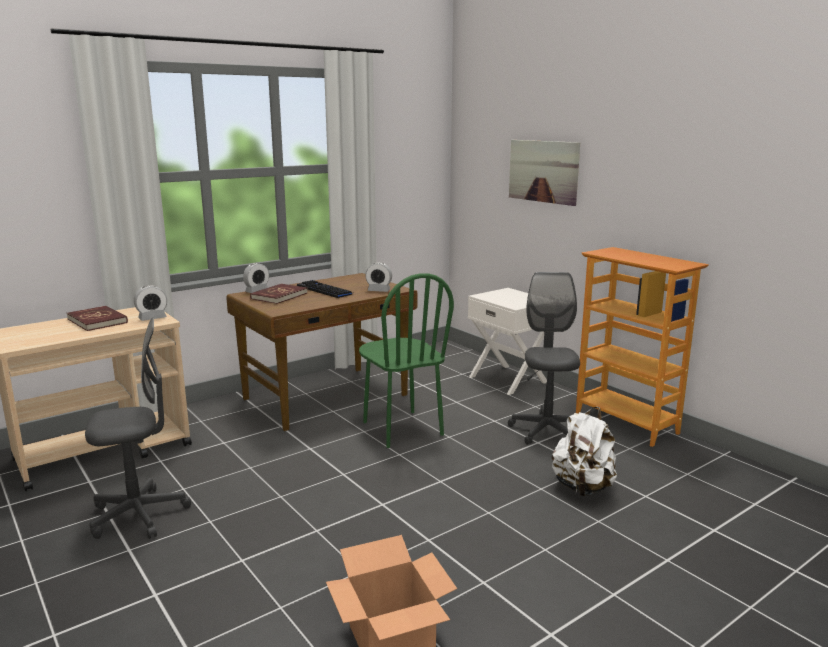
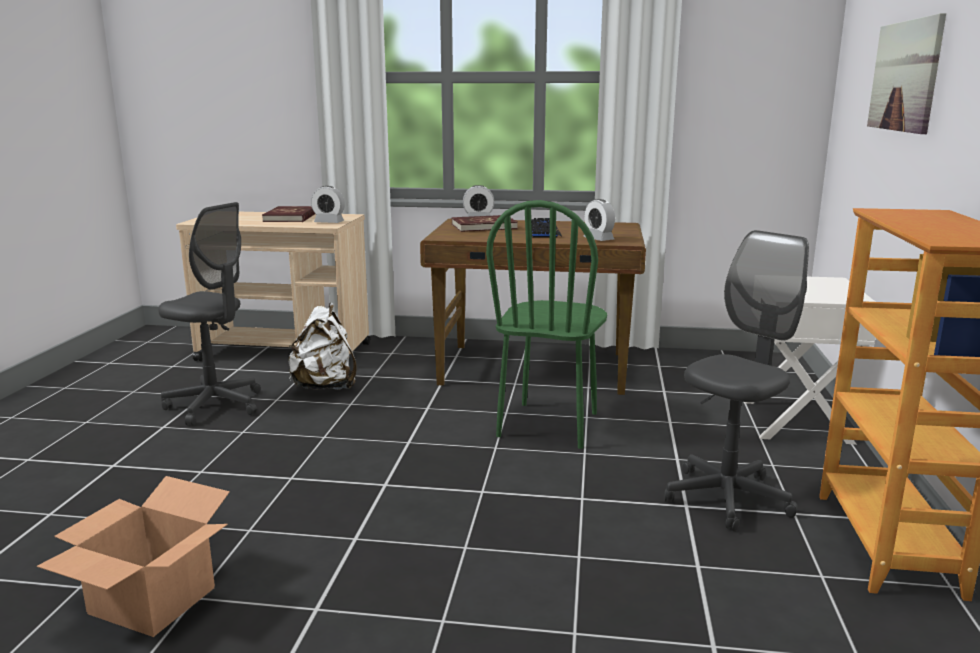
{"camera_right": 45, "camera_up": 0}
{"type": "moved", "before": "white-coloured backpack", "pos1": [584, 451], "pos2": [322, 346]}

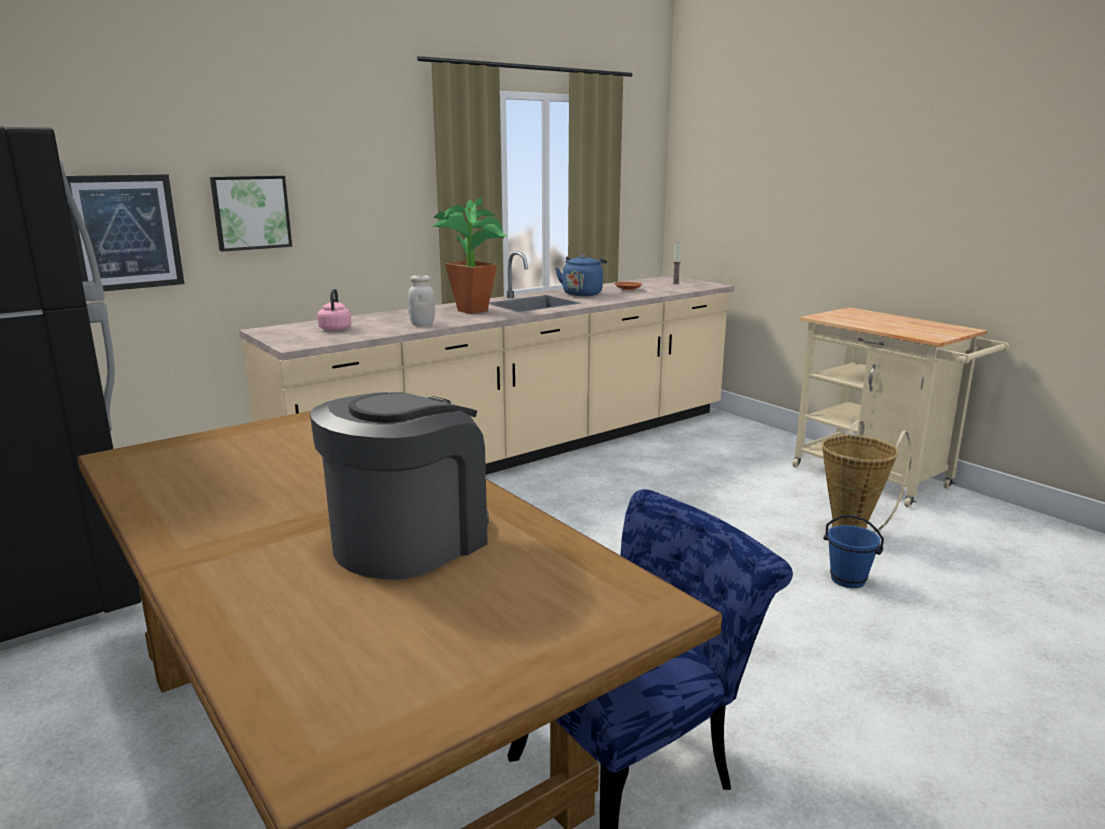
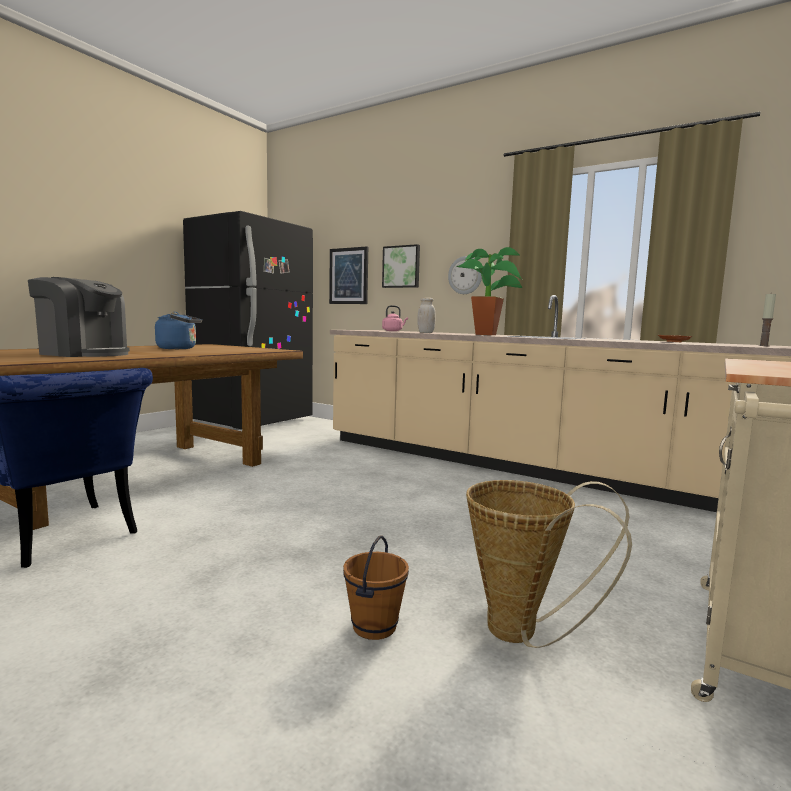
{"camera_right": 70, "camera_up": -10}
{"type": "added", "after": "clock on the wall", "pos2": [465, 275]}
{"type": "moved", "before": "bluish kettle", "pos1": [581, 275], "pos2": [178, 330]}
{"type": "recoloured", "before": "bluish water bucket", "after": "brownish water bucket", "pos1": [854, 551], "pos2": [376, 587]}

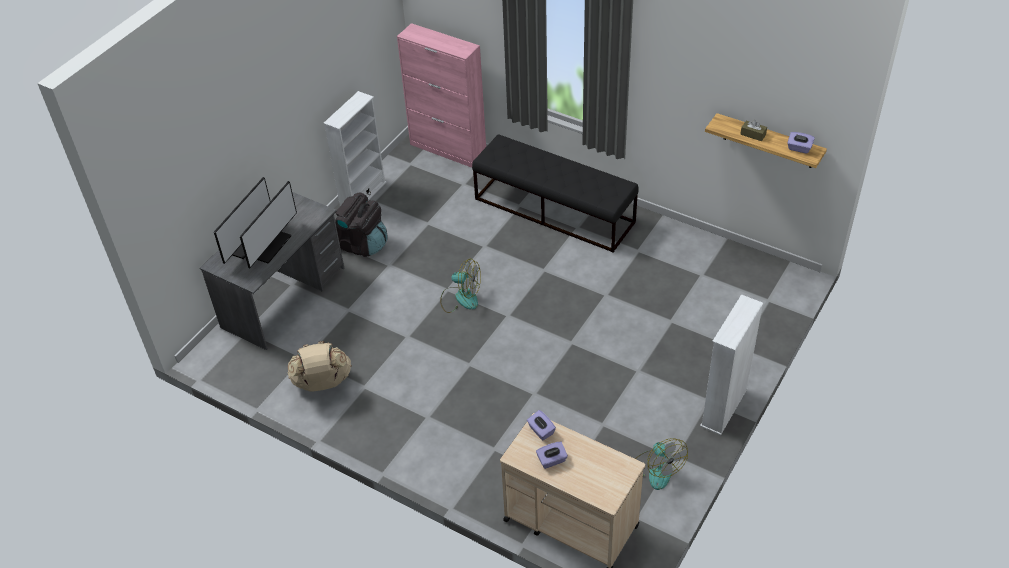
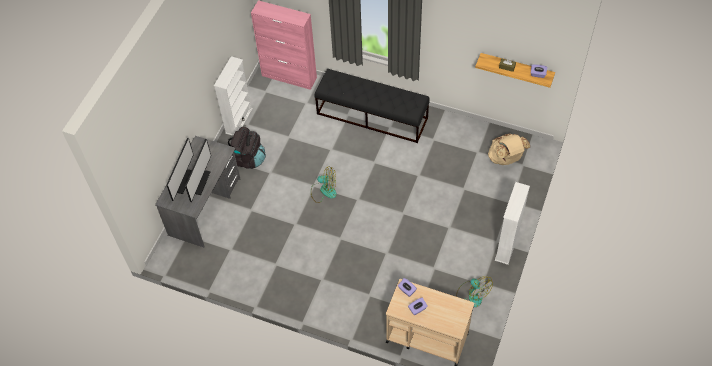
{"camera_right": -10, "camera_up": 10}
{"type": "moved", "before": "beige-coloured backpack", "pos1": [319, 366], "pos2": [509, 149]}

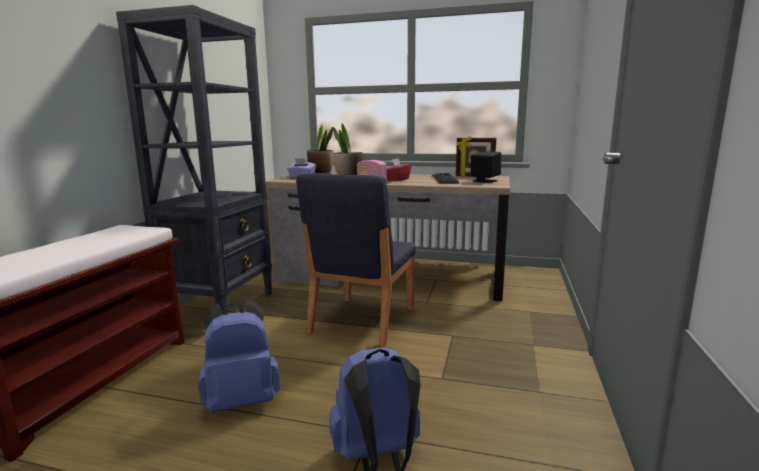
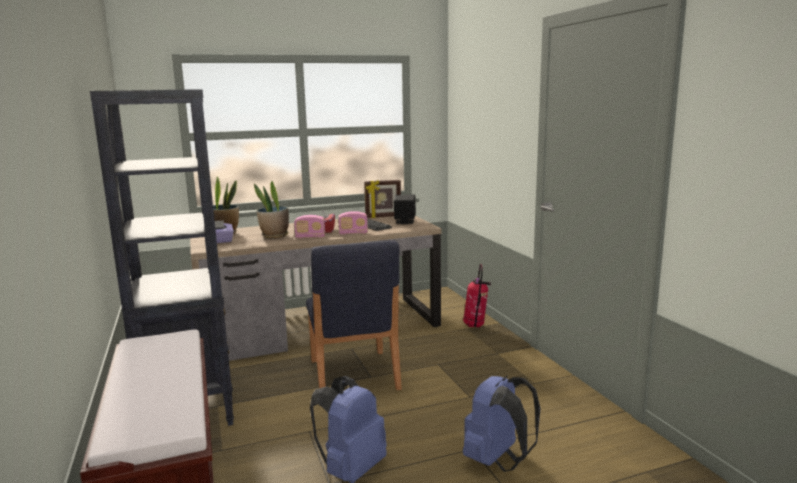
{"camera_right": -35, "camera_up": 0}
{"type": "added", "after": "radio receiver", "pos2": [353, 223]}
{"type": "added", "after": "fire extinguisher", "pos2": [477, 295]}

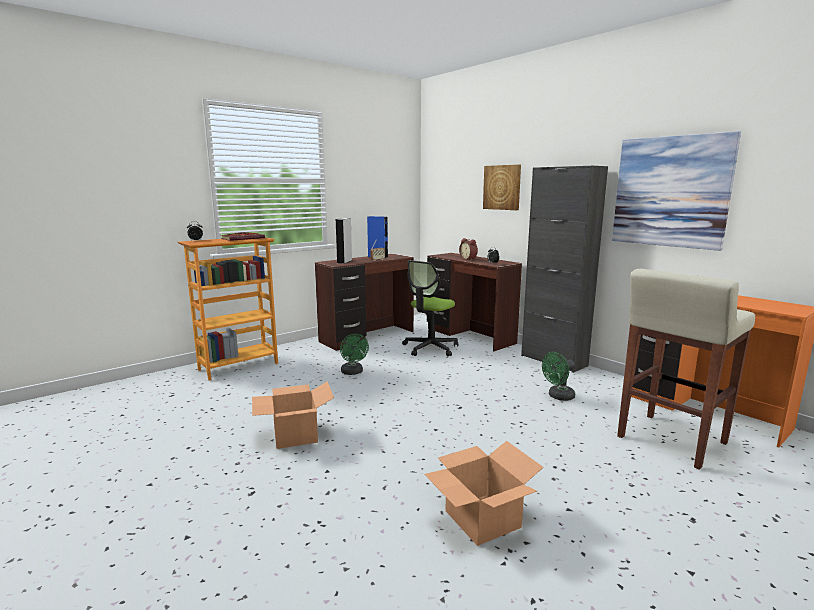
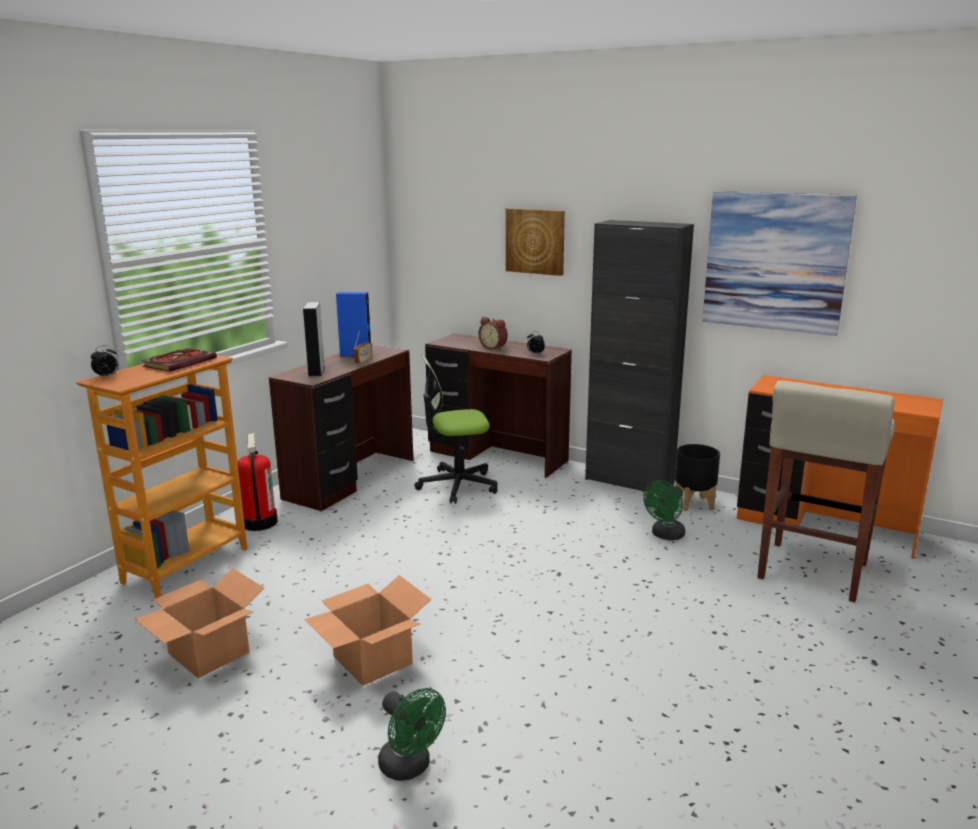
{"camera_right": -20, "camera_up": 5}
{"type": "added", "after": "fire extinguisher", "pos2": [257, 482]}
{"type": "added", "after": "black flower pot", "pos2": [697, 477]}
{"type": "moved", "before": "greenish electric fan", "pos1": [354, 354], "pos2": [412, 734]}
{"type": "moved", "before": "packing box", "pos1": [484, 493], "pos2": [199, 623]}
{"type": "turned", "before": "office chair", "pos1": [430, 308], "pos2": [456, 429], "turn": 60}

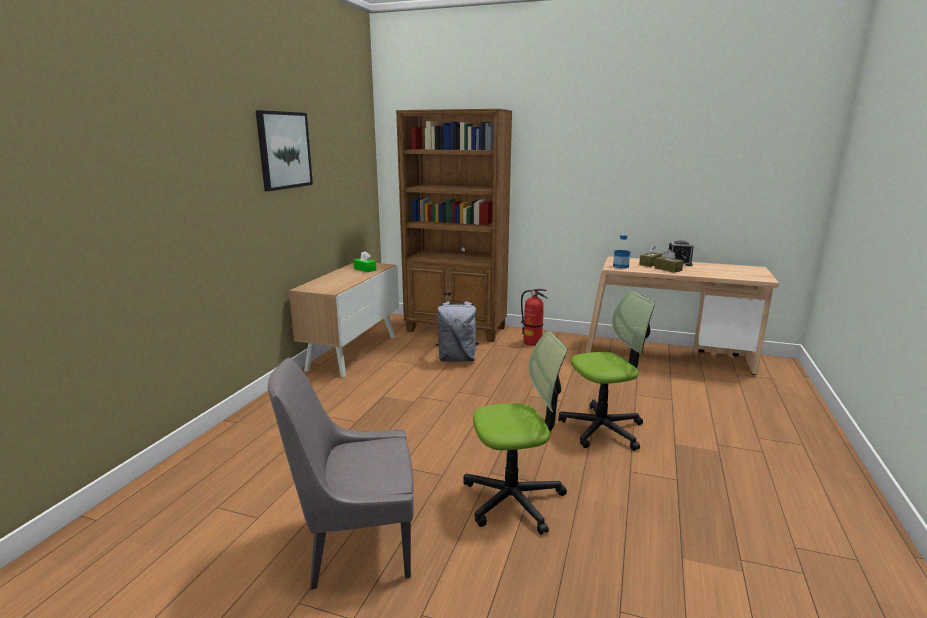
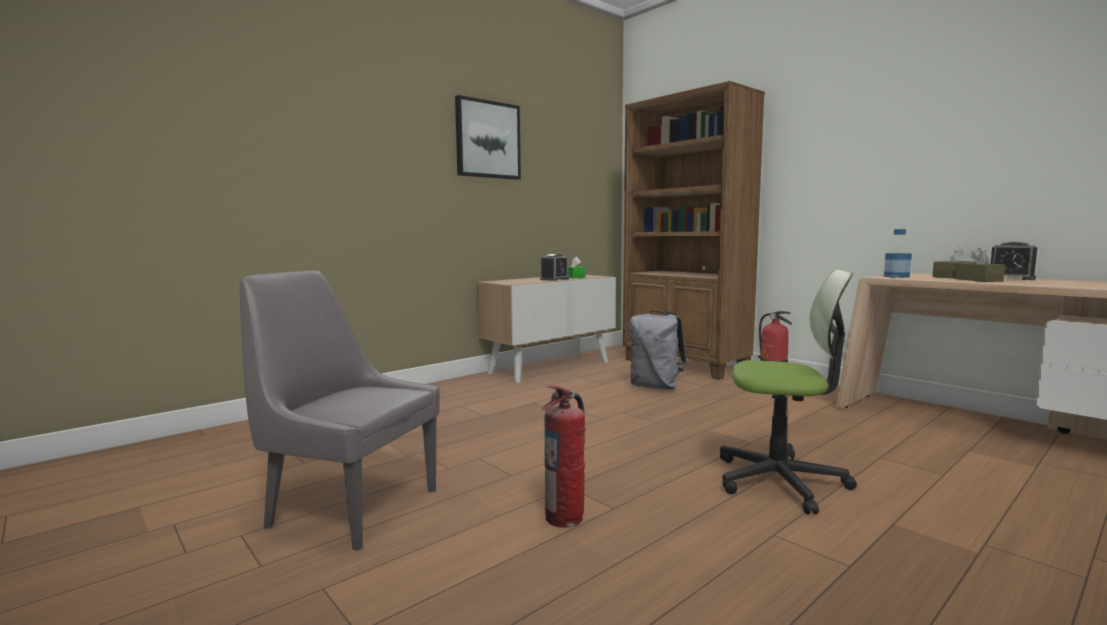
{"camera_right": 30, "camera_up": -10}
{"type": "added", "after": "alarm clock", "pos2": [554, 267]}
{"type": "replaced", "before": "office chair", "after": "fire extinguisher", "pos1": [515, 433], "pos2": [564, 456]}

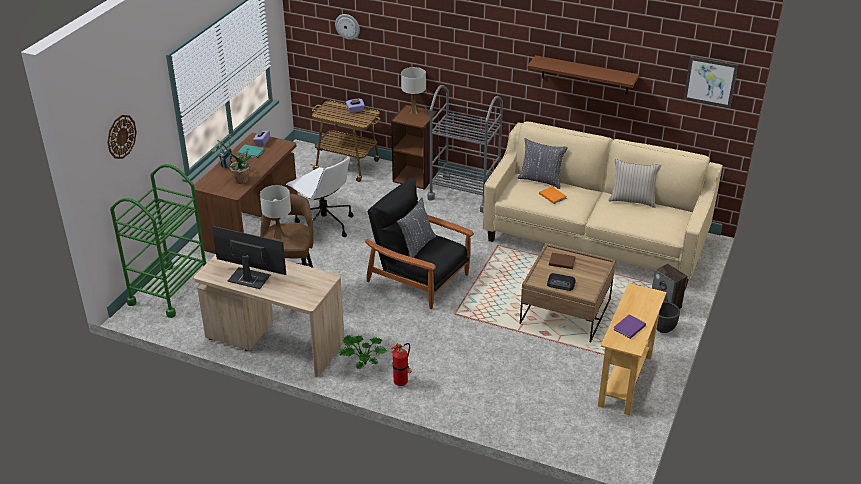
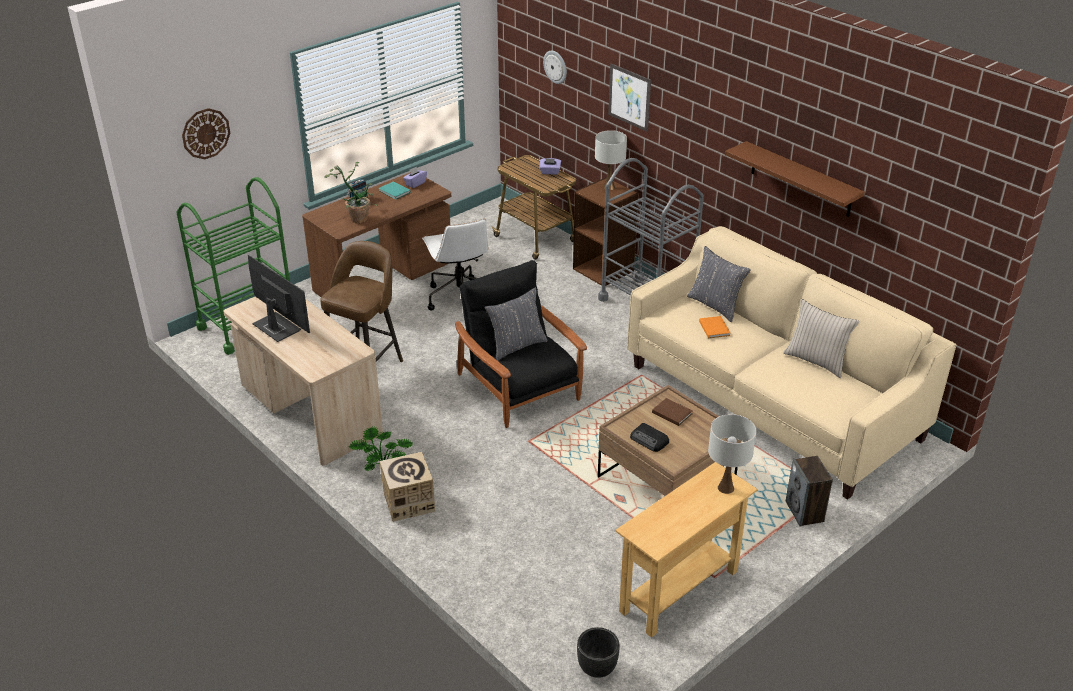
{"camera_right": 25, "camera_up": 0}
{"type": "removed", "before": "purplish bound book", "pos1": [629, 326]}
{"type": "moved", "before": "white-coloured tabletop lamp", "pos1": [275, 212], "pos2": [732, 454]}
{"type": "moved", "before": "black flower pot", "pos1": [668, 317], "pos2": [598, 652]}
{"type": "moved", "before": "picture", "pos1": [711, 82], "pos2": [629, 97]}
{"type": "replaced", "before": "fire extinguisher", "after": "packing box", "pos1": [401, 364], "pos2": [407, 487]}

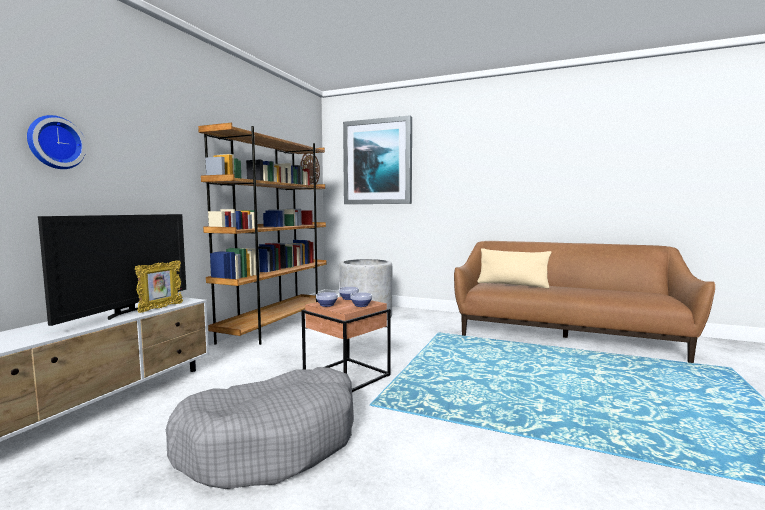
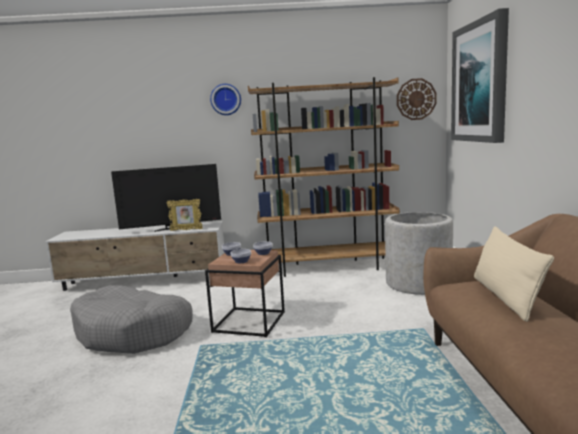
{"camera_right": 65, "camera_up": 5}
{"type": "moved", "before": "clock on the wall", "pos1": [56, 142], "pos2": [225, 99]}

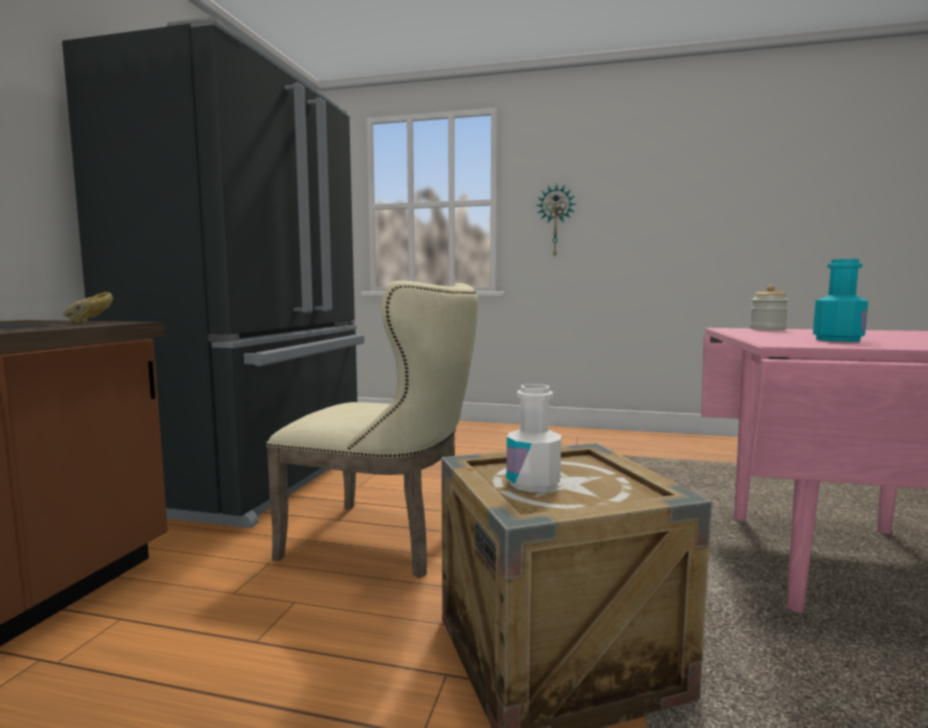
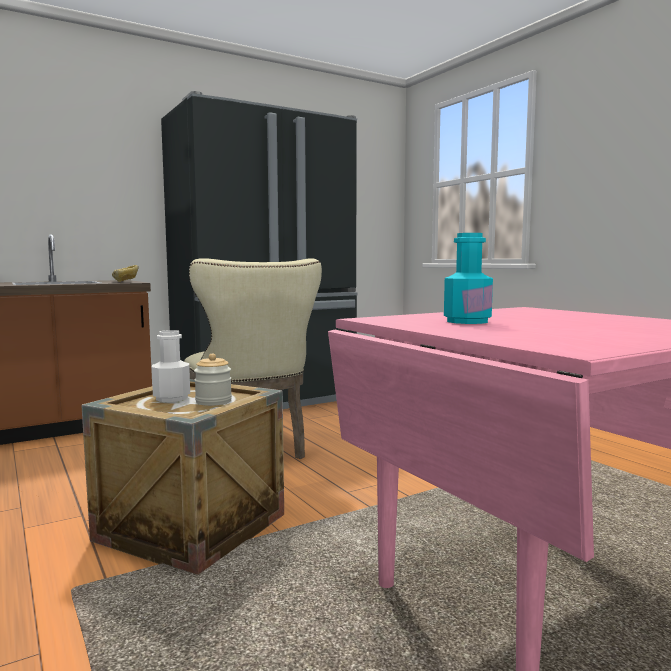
{"camera_right": 45, "camera_up": 0}
{"type": "removed", "before": "clock on the wall", "pos1": [556, 220]}
{"type": "moved", "before": "jar", "pos1": [769, 307], "pos2": [213, 380]}

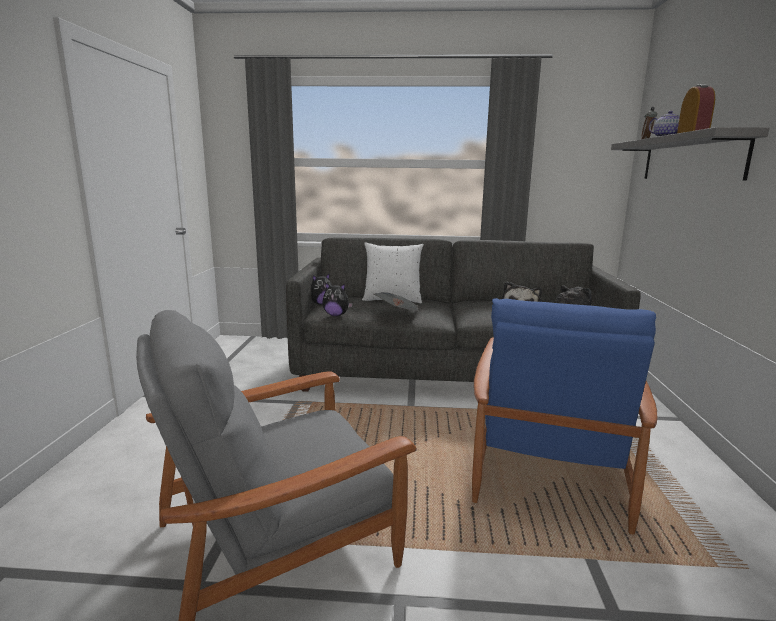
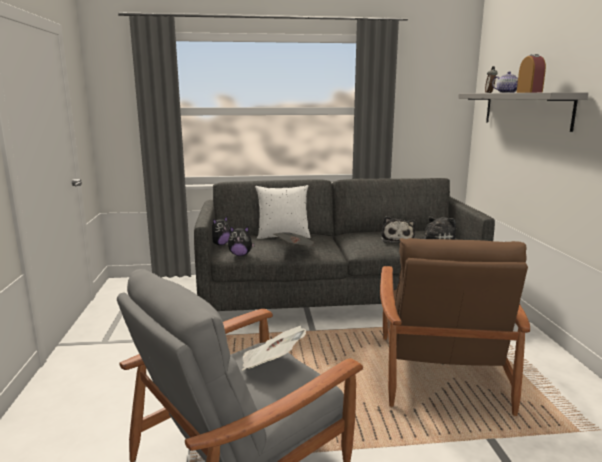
{"camera_right": -10, "camera_up": 0}
{"type": "added", "after": "newspaper", "pos2": [274, 348]}
{"type": "recoloured", "before": "bluish armchair", "after": "brownish armchair", "pos1": [565, 416], "pos2": [455, 327]}

